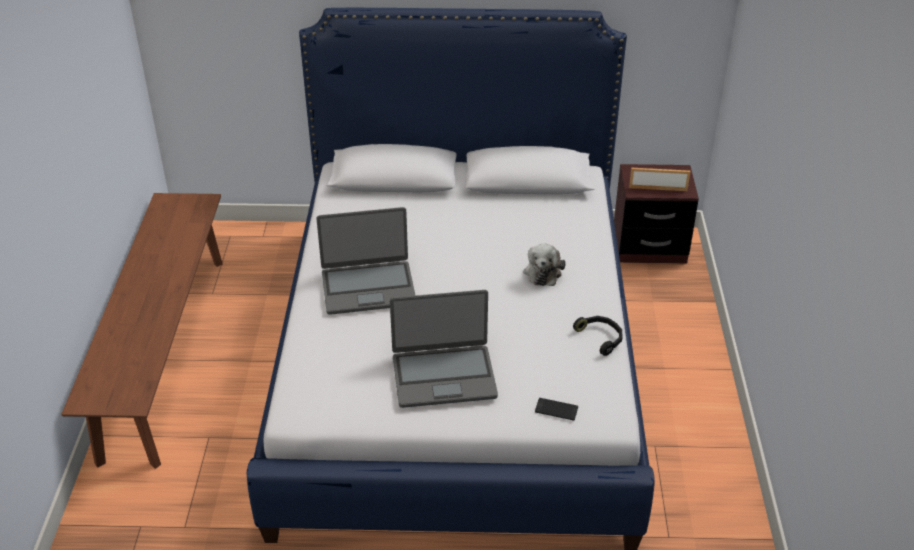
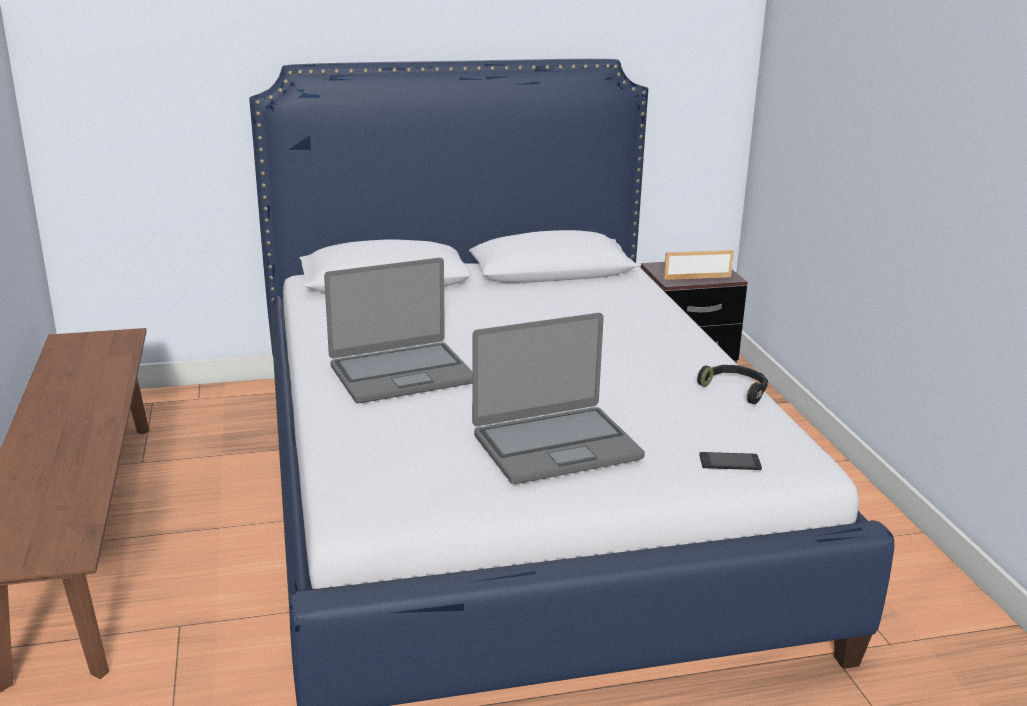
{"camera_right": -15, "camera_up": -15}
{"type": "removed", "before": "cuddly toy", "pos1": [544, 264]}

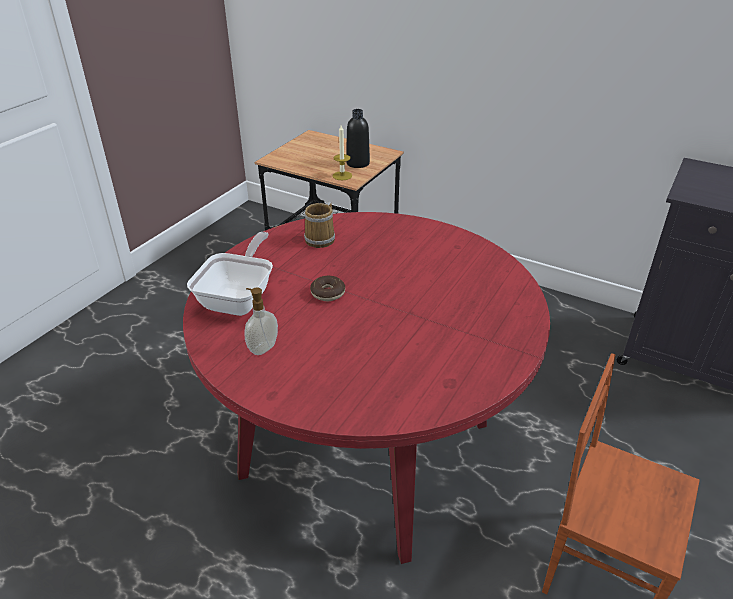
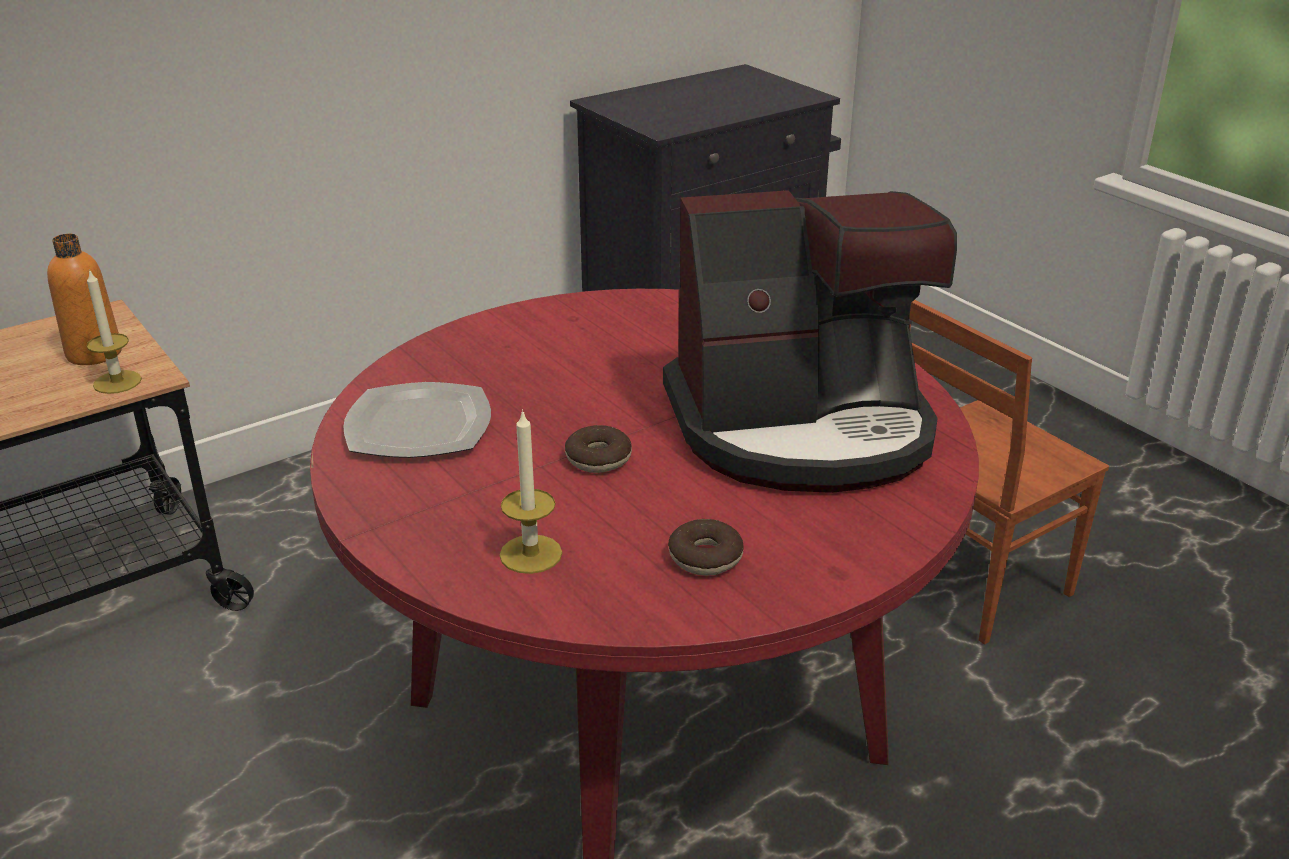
{"camera_right": -65, "camera_up": -5}
{"type": "added", "after": "coffee machine", "pos2": [810, 341]}
{"type": "replaced", "before": "skillet", "after": "wax candle", "pos1": [230, 274], "pos2": [531, 491]}
{"type": "replaced", "before": "liquid soap bottle", "after": "ring doughnut", "pos1": [261, 321], "pos2": [706, 547]}
{"type": "replaced", "before": "coffee mug", "after": "plate", "pos1": [319, 224], "pos2": [417, 420]}
{"type": "recoloured", "before": "black bottle", "after": "orange-coloured bottle", "pos1": [358, 138], "pos2": [84, 299]}

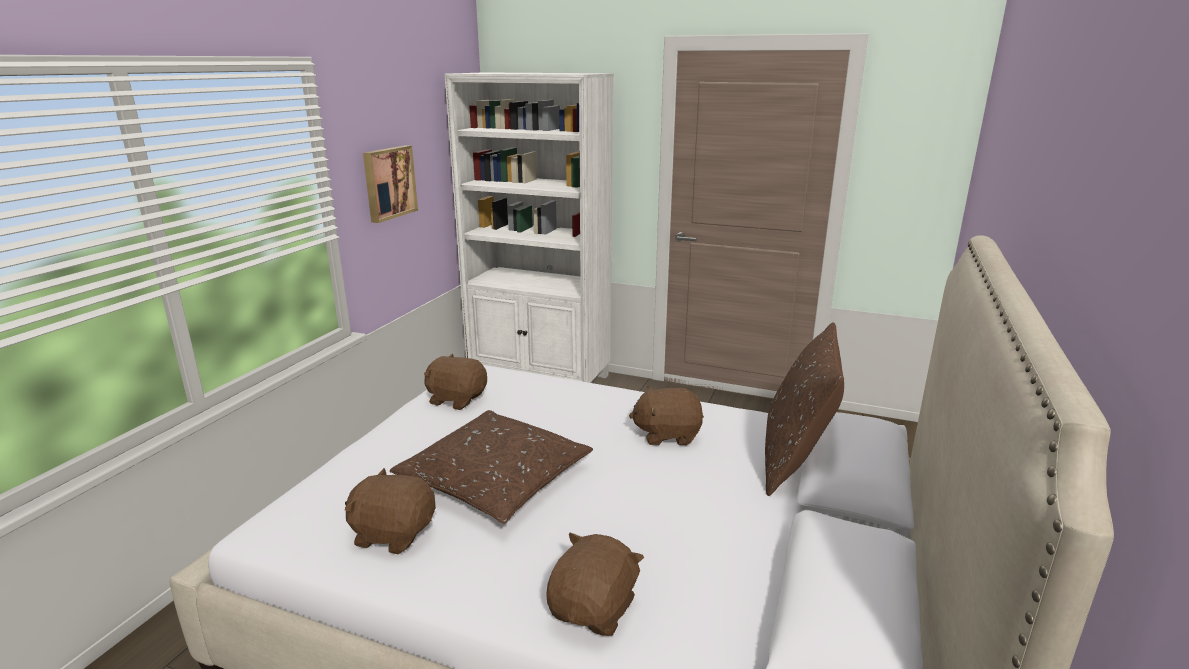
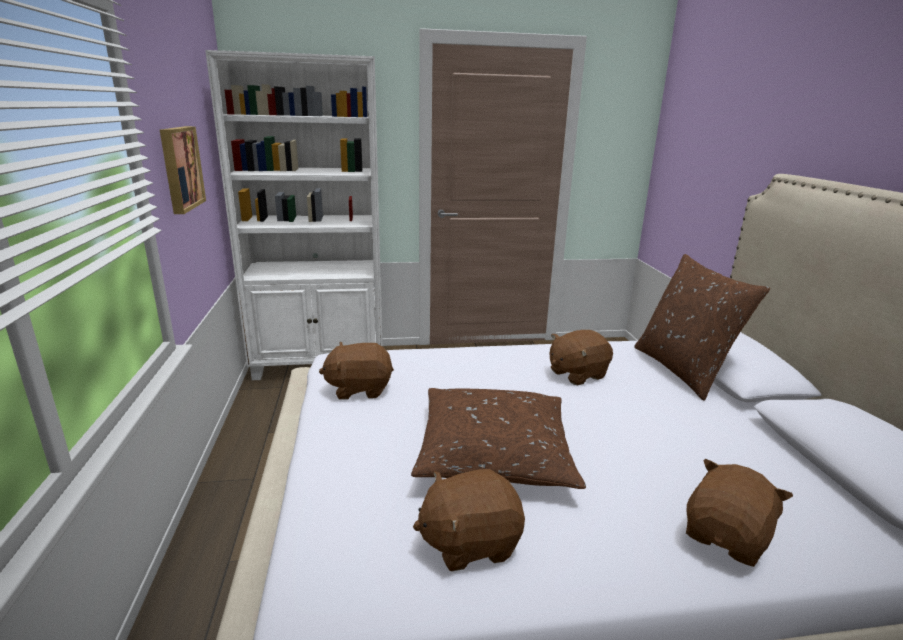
{"camera_right": -30, "camera_up": 0}
{"type": "turned", "before": "brownish cuddly toy", "pos1": [595, 584], "pos2": [739, 513], "turn": 45}

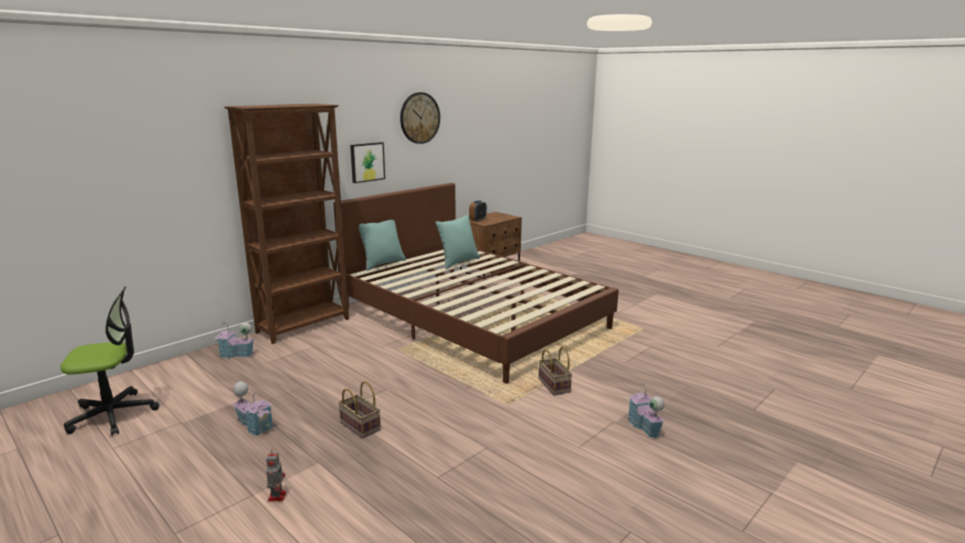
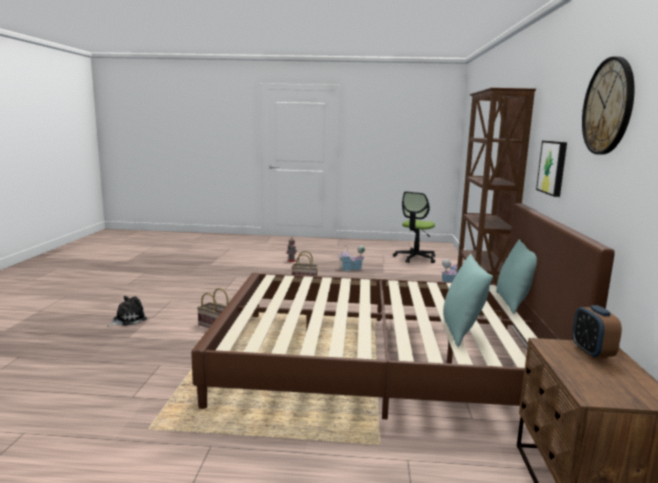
{"camera_right": 140, "camera_up": -5}
{"type": "replaced", "before": "miniature house", "after": "cuddly toy", "pos1": [646, 410], "pos2": [127, 311]}

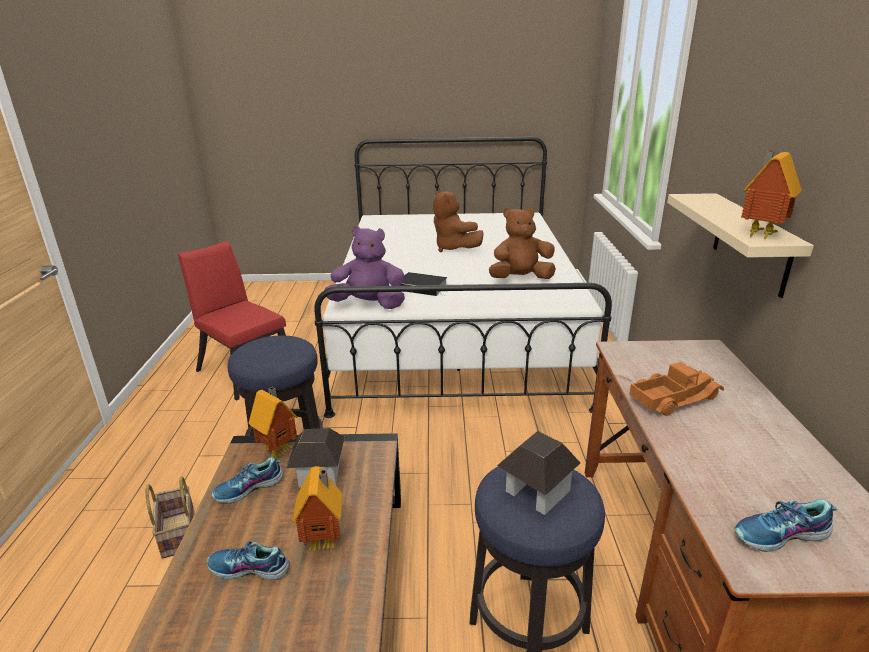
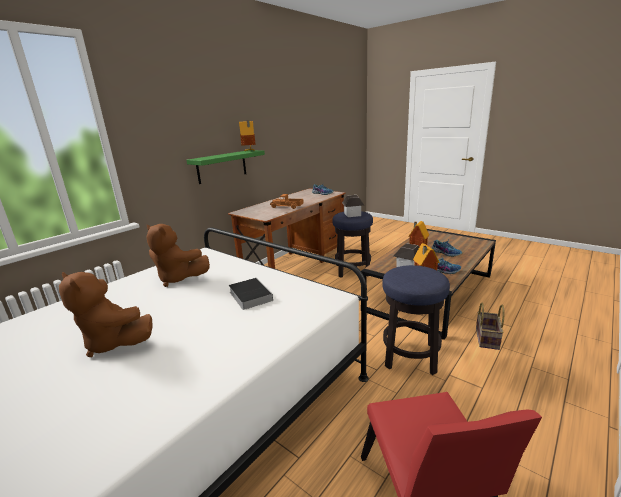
{"camera_right": -140, "camera_up": -5}
{"type": "removed", "before": "purplish cuddly toy", "pos1": [364, 267]}
{"type": "recoloured", "before": "beige-coloured wall shelf", "after": "greenish wall shelf", "pos1": [740, 245], "pos2": [225, 167]}
{"type": "turned", "before": "brownish cuddly toy", "pos1": [458, 221], "pos2": [106, 314], "turn": 120}

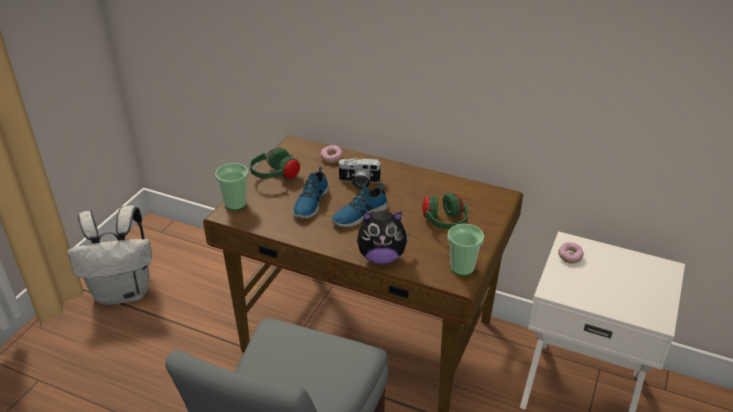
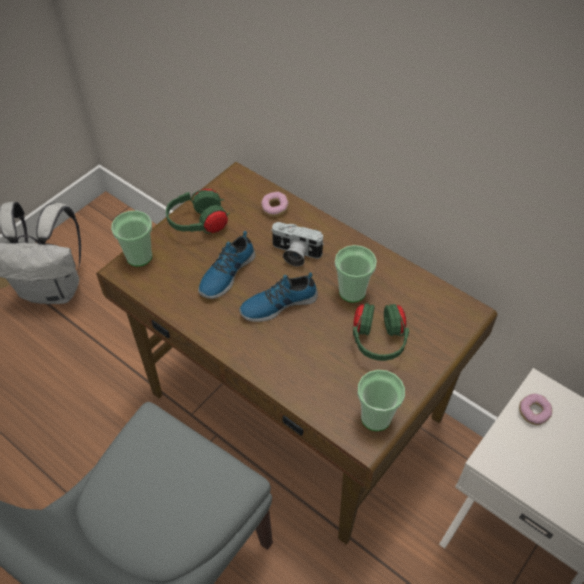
{"camera_right": 15, "camera_up": 15}
{"type": "removed", "before": "cuddly toy", "pos1": [383, 237]}
{"type": "added", "after": "small cup", "pos2": [356, 274]}

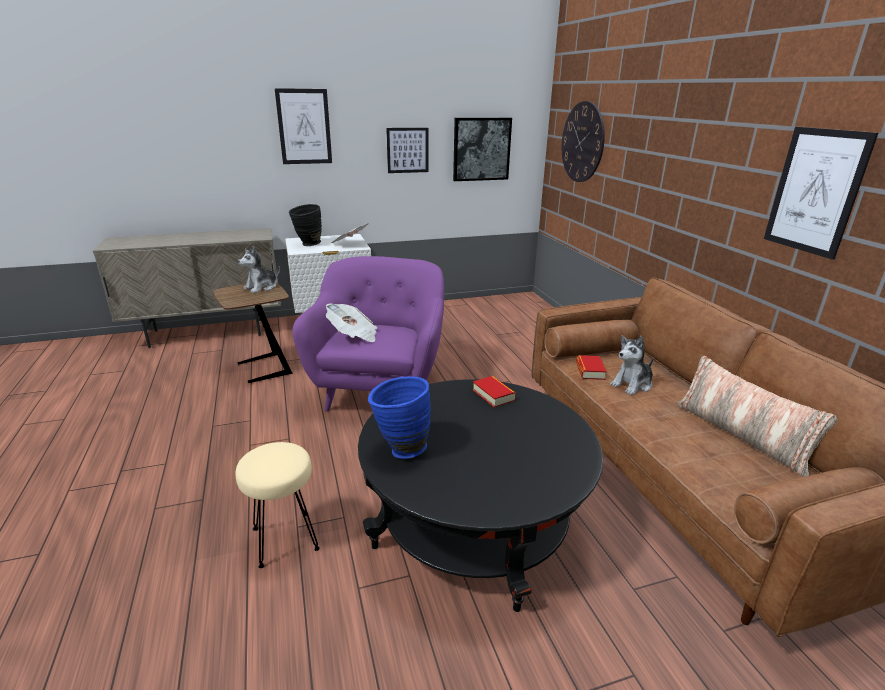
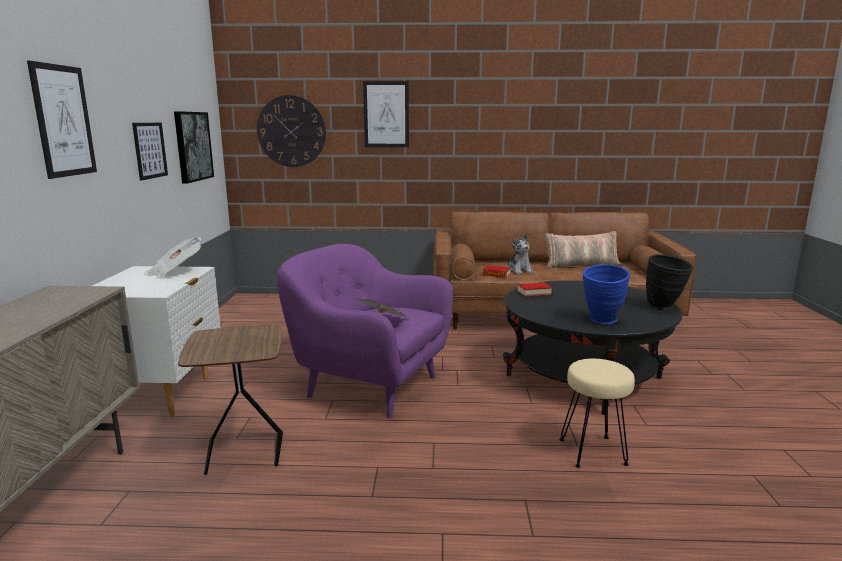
{"camera_right": -70, "camera_up": -10}
{"type": "removed", "before": "cuddly toy", "pos1": [259, 269]}
{"type": "moved", "before": "black decorative vase", "pos1": [305, 225], "pos2": [670, 282]}
{"type": "moved", "before": "picture", "pos1": [821, 193], "pos2": [386, 114]}

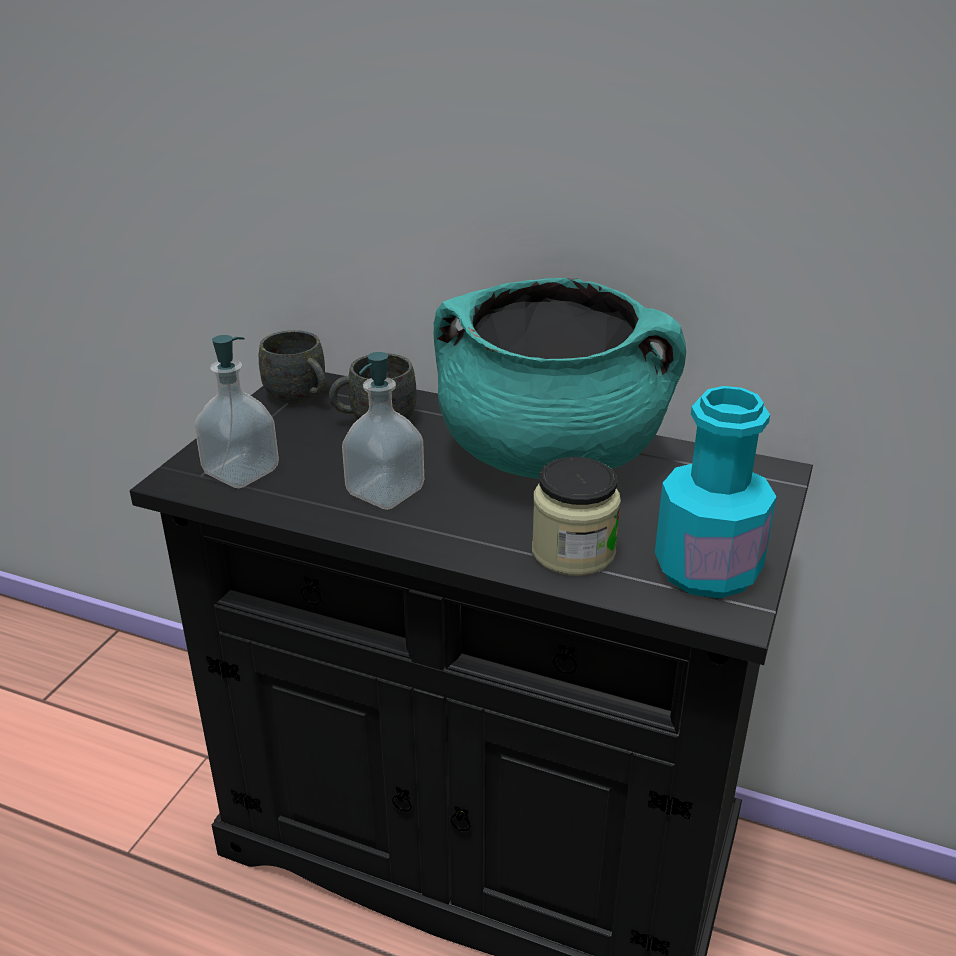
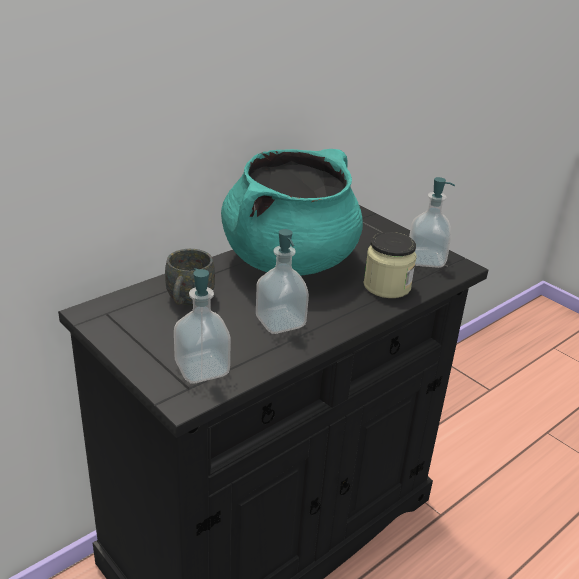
{"camera_right": -65, "camera_up": 0}
{"type": "removed", "before": "greyish coffee mug", "pos1": [292, 367]}
{"type": "replaced", "before": "turquoise bottle", "after": "liquid soap bottle", "pos1": [716, 492], "pos2": [432, 222]}

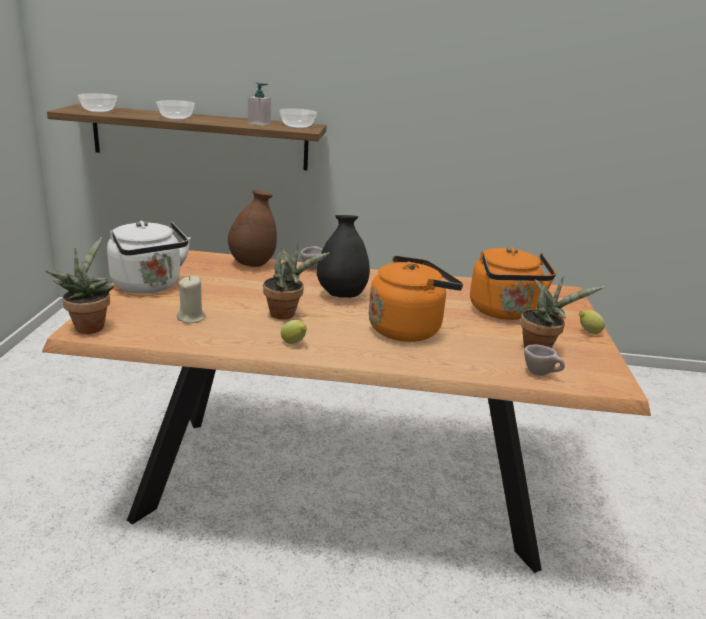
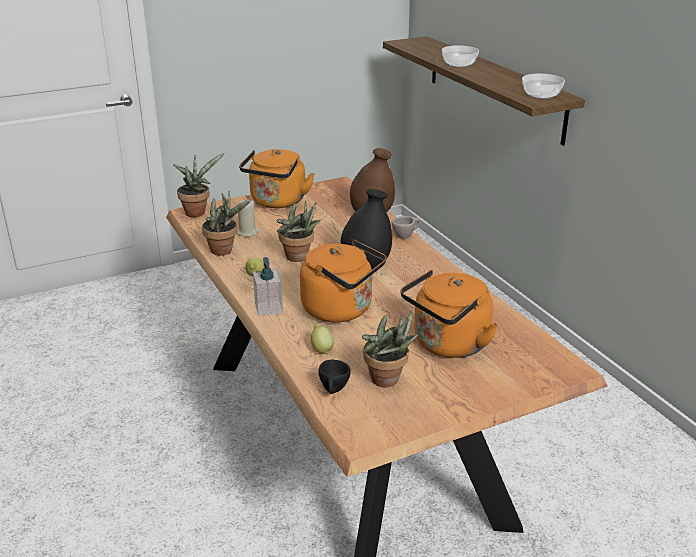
{"camera_right": 60, "camera_up": 5}
{"type": "removed", "before": "bowl", "pos1": [97, 103]}
{"type": "added", "after": "plant in a pot", "pos2": [226, 223]}
{"type": "moved", "before": "liquid soap bottle", "pos1": [259, 104], "pos2": [268, 286]}
{"type": "moved", "before": "citrus fruit", "pos1": [592, 322], "pos2": [322, 338]}
{"type": "recoloured", "before": "white-coloured kettle", "after": "orange-coloured kettle", "pos1": [149, 257], "pos2": [277, 178]}
{"type": "recoloured", "before": "beige-coloured small cup", "after": "black small cup", "pos1": [544, 360], "pos2": [334, 377]}

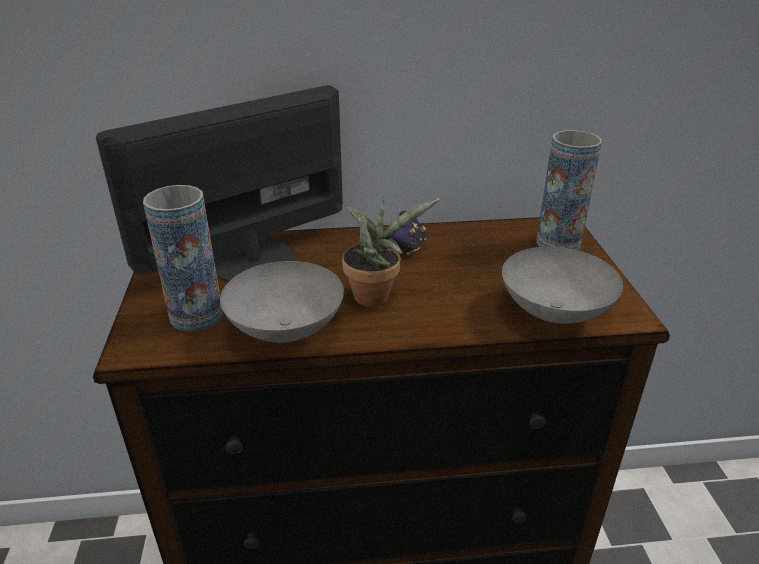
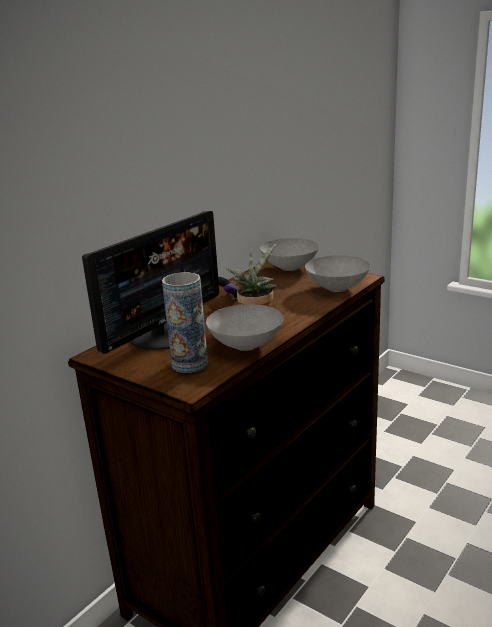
{"camera_right": -45, "camera_up": -10}
{"type": "replaced", "before": "decorative vase", "after": "greyish bowl", "pos1": [569, 190], "pos2": [289, 254]}
{"type": "turned", "before": "monitor", "pos1": [219, 183], "pos2": [150, 282], "turn": -150}

